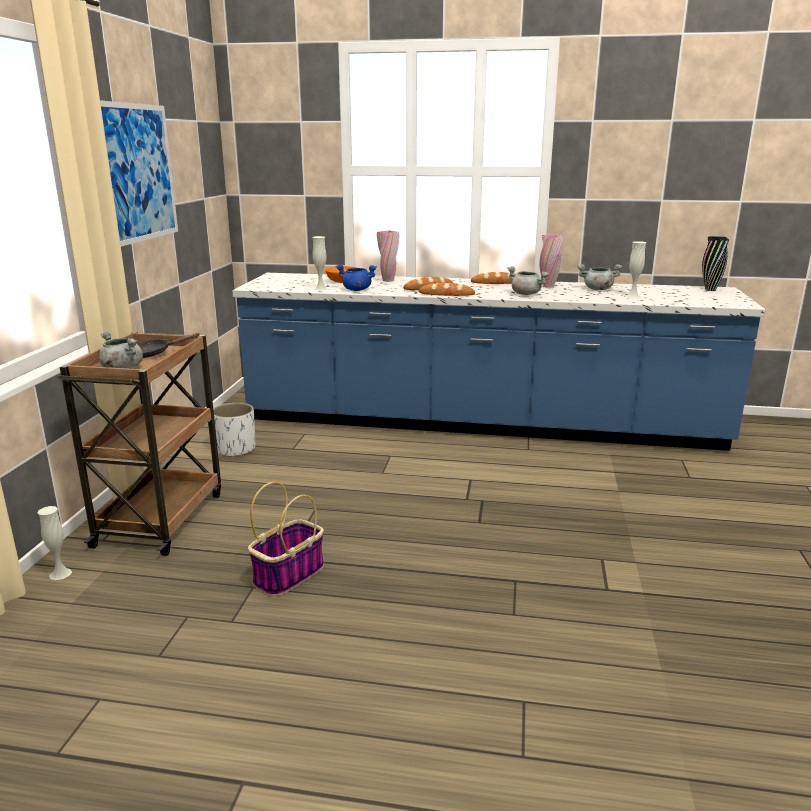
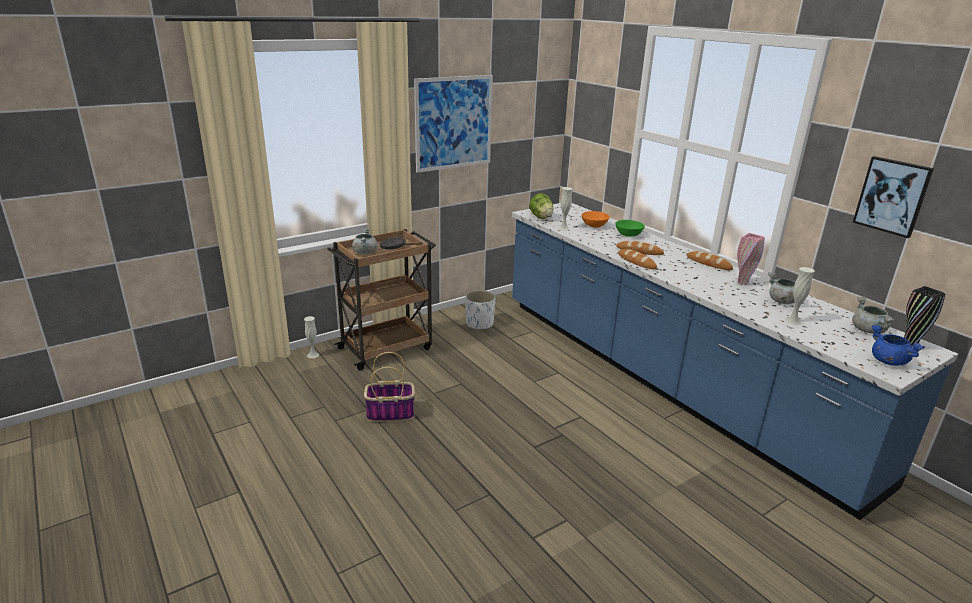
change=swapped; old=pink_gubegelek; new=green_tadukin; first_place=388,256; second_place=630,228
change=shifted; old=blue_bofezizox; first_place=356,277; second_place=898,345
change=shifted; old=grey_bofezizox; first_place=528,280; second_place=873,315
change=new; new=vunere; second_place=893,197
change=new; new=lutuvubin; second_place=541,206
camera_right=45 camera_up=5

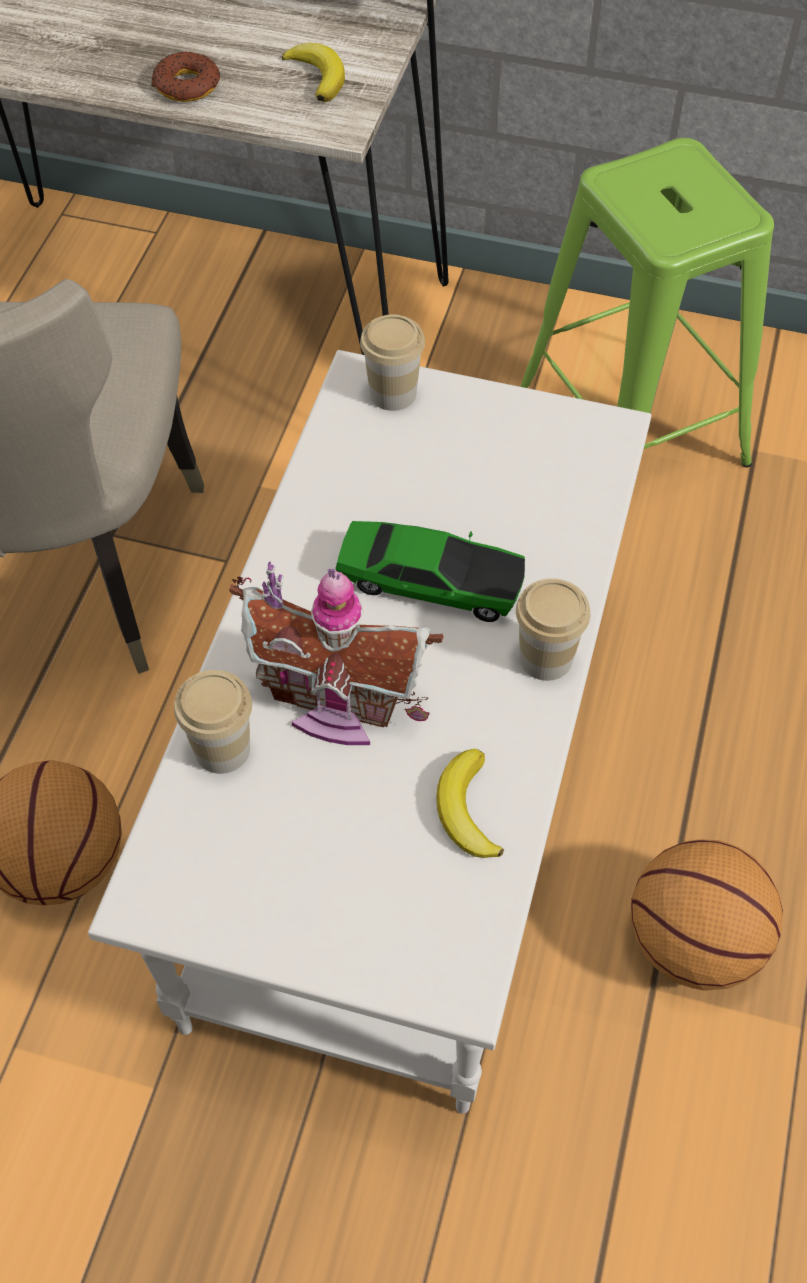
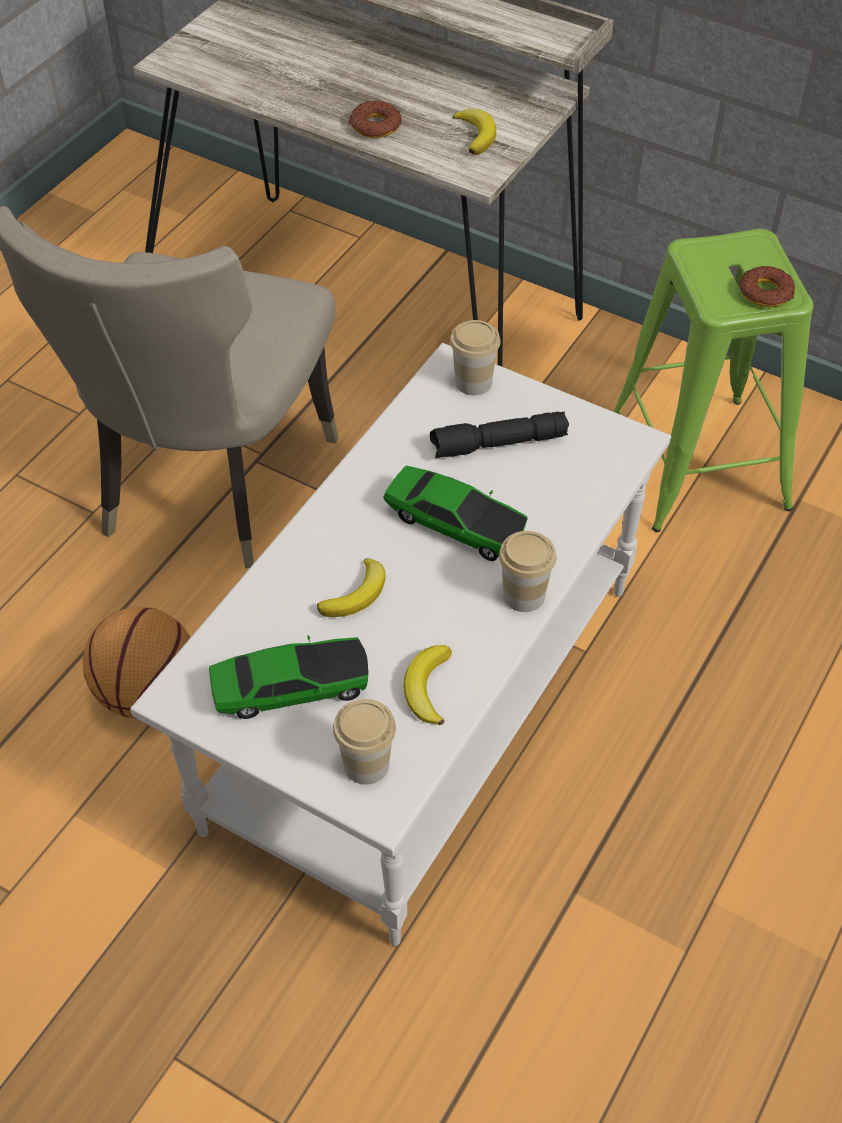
change=swapped; old=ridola; new=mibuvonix; first_place=336,653; second_place=351,587
change=shifted; old=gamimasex; first_place=213,722; second_place=364,742
change=gone; old=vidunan; first_place=707,915
change=new; new=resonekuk; second_place=767,286
change=new; new=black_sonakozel; second_place=499,434
change=new; new=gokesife; second_place=289,677
camera_right=15 camera_up=-5

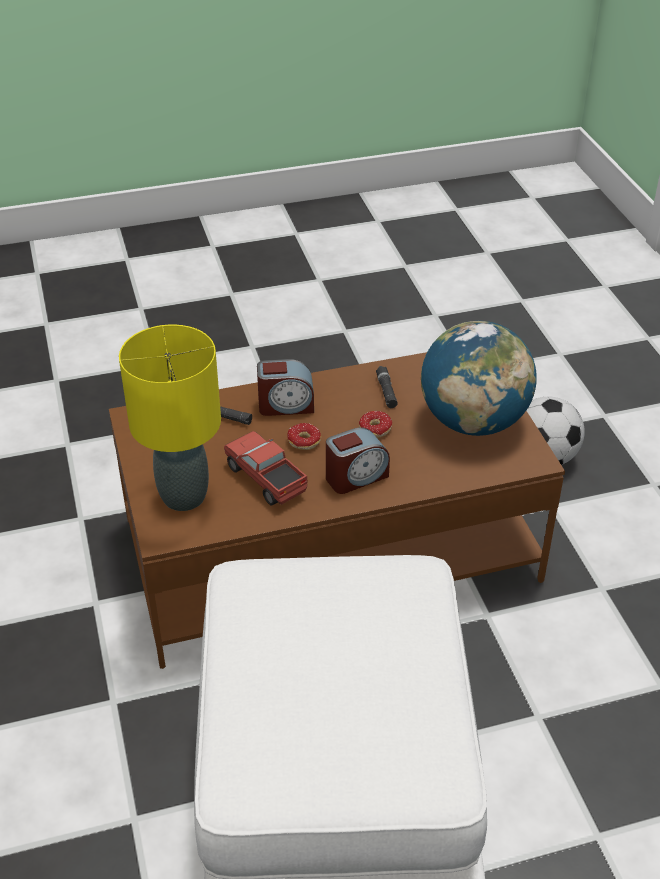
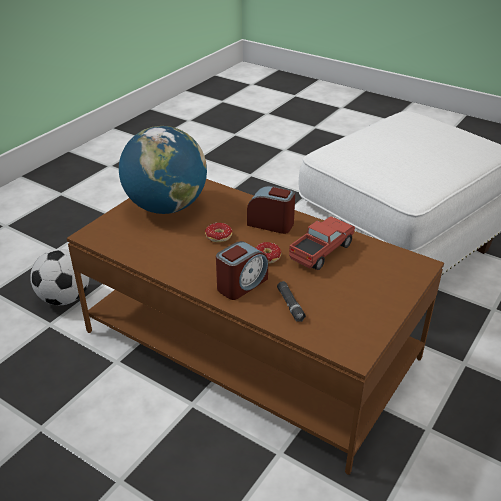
change=gone; old=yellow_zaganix; first_place=170,418
change=rotated; old=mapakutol; first_place=285,387; second_place=242,270; degrees=90
change=gone; old=black_sonakozel; first_place=386,387
change=rotated; old=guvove; first_place=266,468; second_place=322,243; degrees=-150
camera_right=-130 camera_up=-5

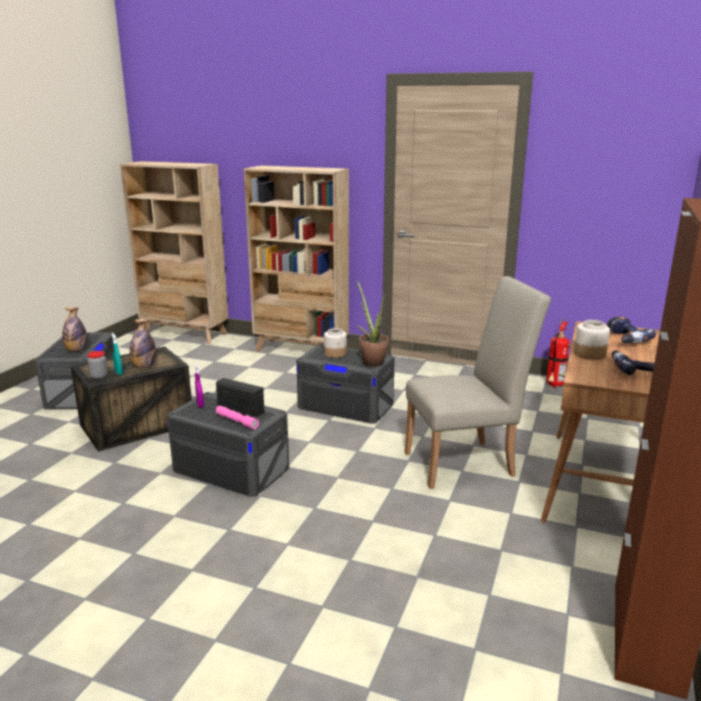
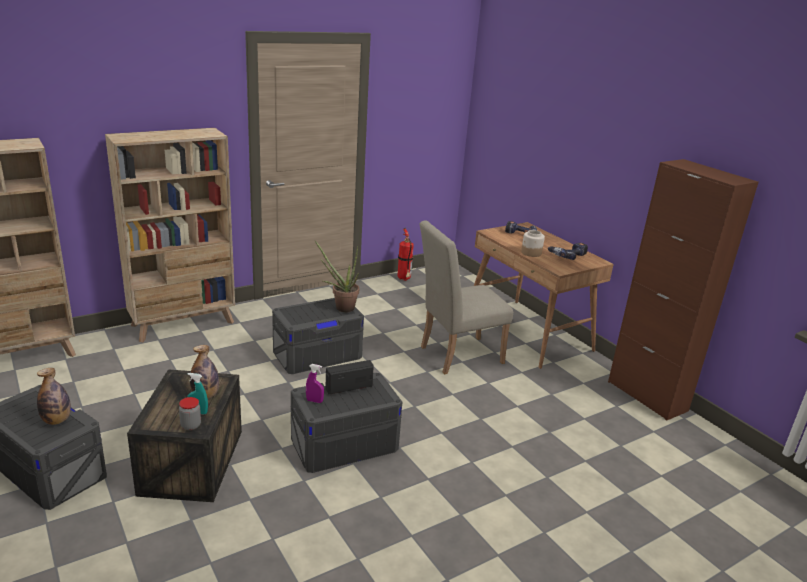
change=rotated; old=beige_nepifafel; first_place=478,382; second_place=466,297; degrees=-135
change=gone; old=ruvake; first_place=335,343
change=gone; old=pink_sonakozel; first_place=237,418
camera_right=-55 camera_up=5

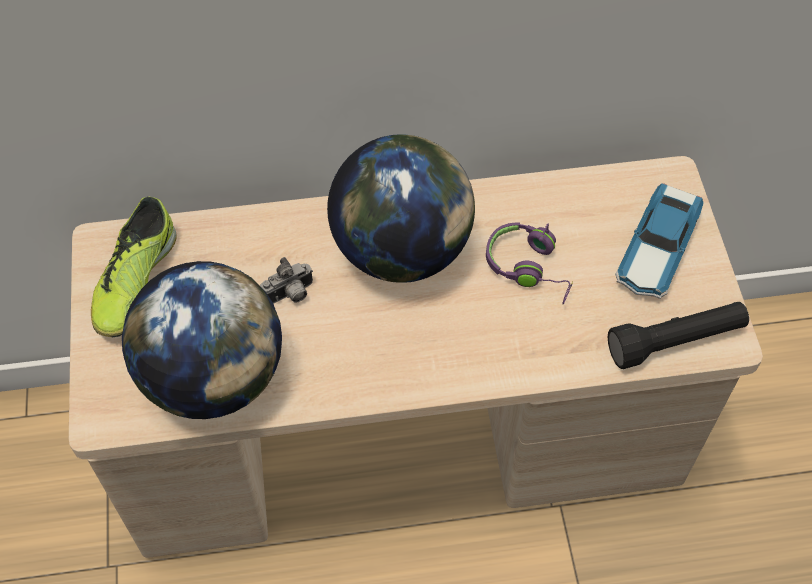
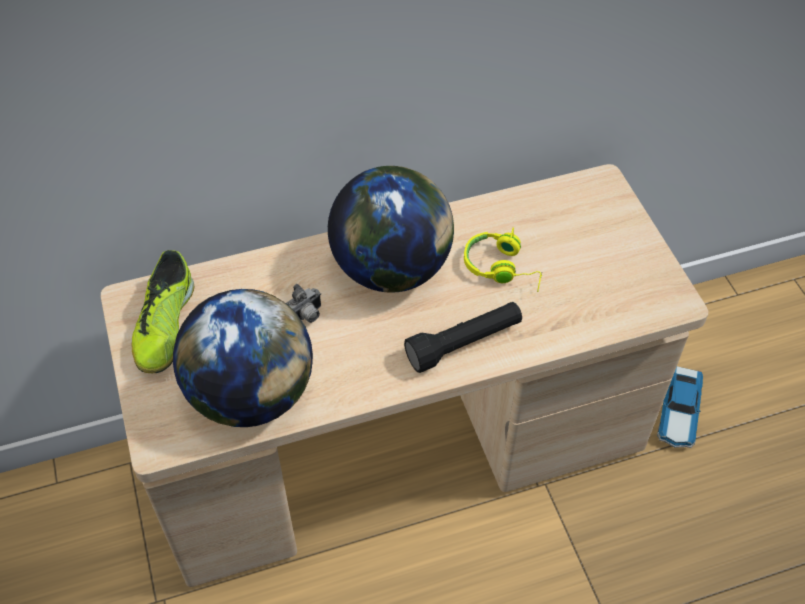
change=shifted; old=gokesife; first_place=660,241; second_place=680,407
change=repainted; old=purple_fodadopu; new=yellow_fodadopu; first_place=529,263; second_place=503,259
change=shifted; old=black_sonakozel; first_place=678,335; second_place=463,337
camera_right=-10 camera_up=-5

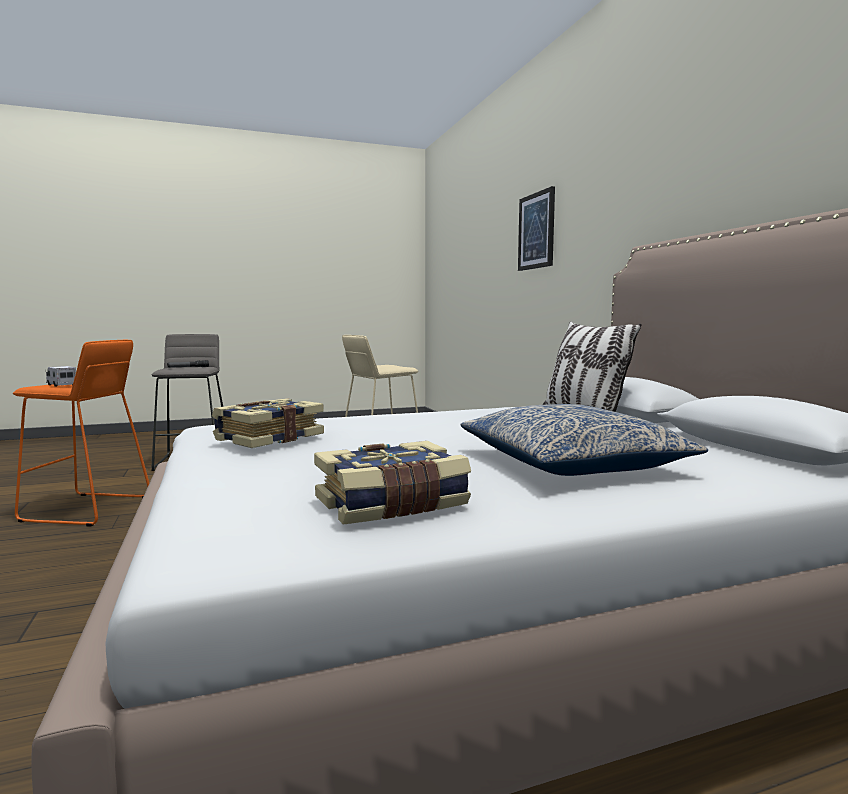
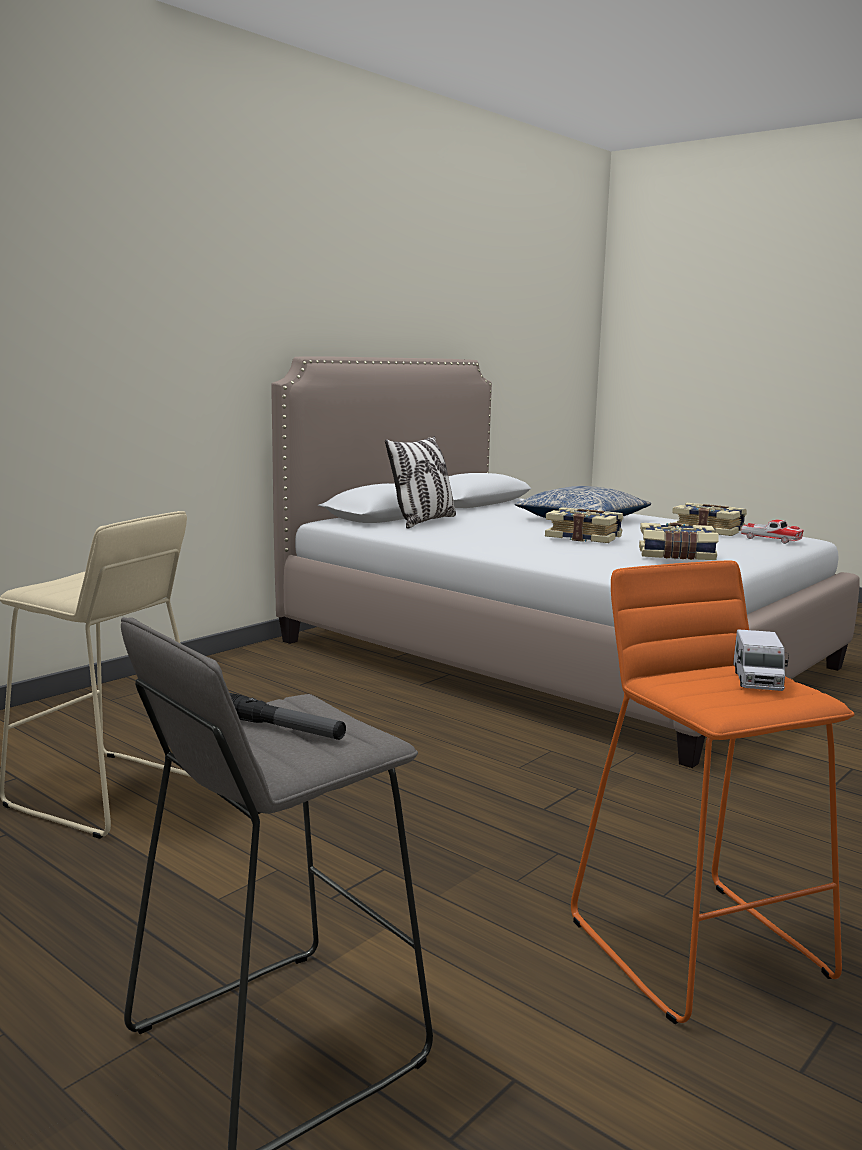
change=gone; old=vunere; first_place=536,228
change=new; new=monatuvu; second_place=584,525
change=new; new=gokesife; second_place=772,532
camera_right=-120 camera_up=5

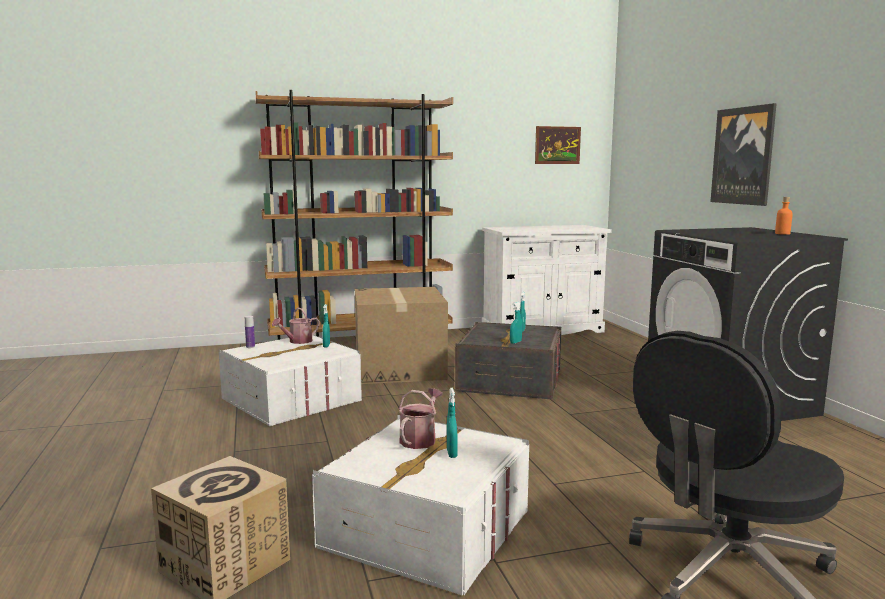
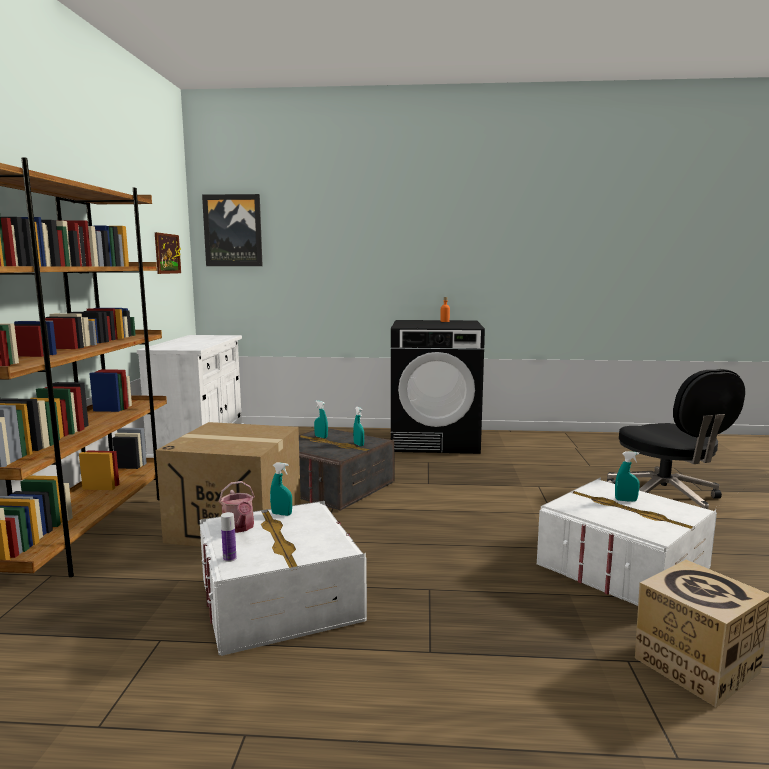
change=shifted; old=vunere; first_place=743,154; second_place=232,230
change=gone; old=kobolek; first_place=421,418
camera_right=-70 camera_up=0

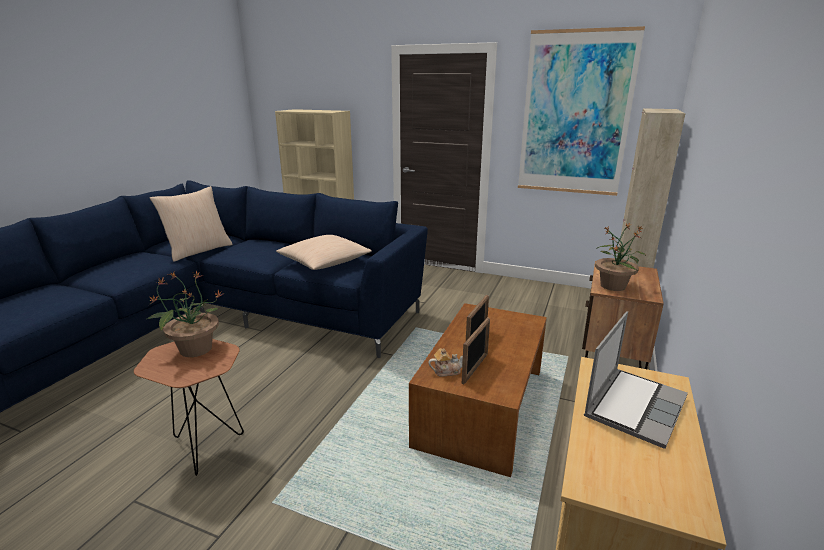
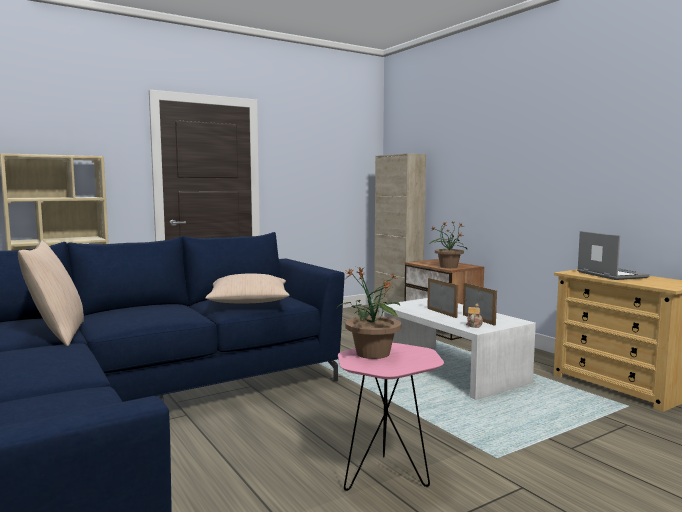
change=gone; old=vunere; first_place=581,111
change=repainted; old=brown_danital; new=white_danital; first_place=478,390; second_place=457,349
change=repainted; old=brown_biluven; new=pink_biluven; first_place=189,407; second_place=391,417
camera_right=-55 camera_up=-15

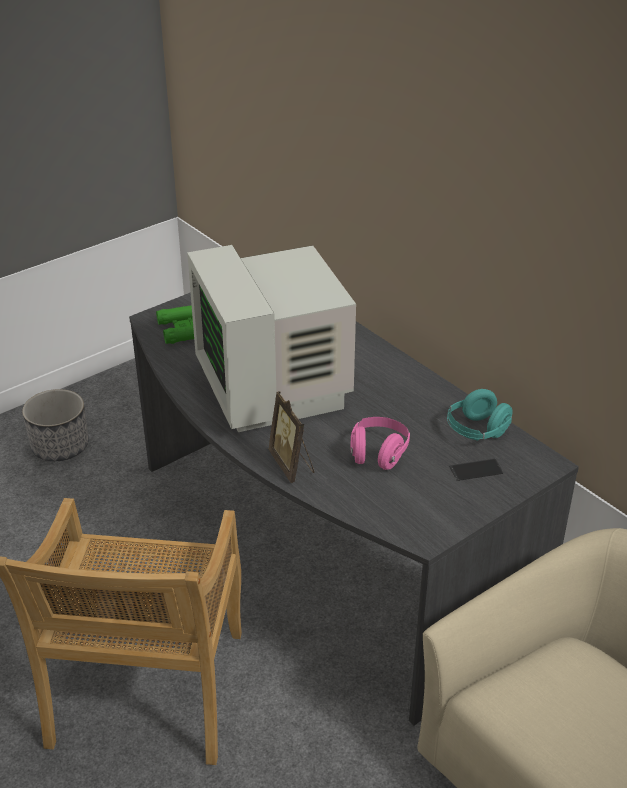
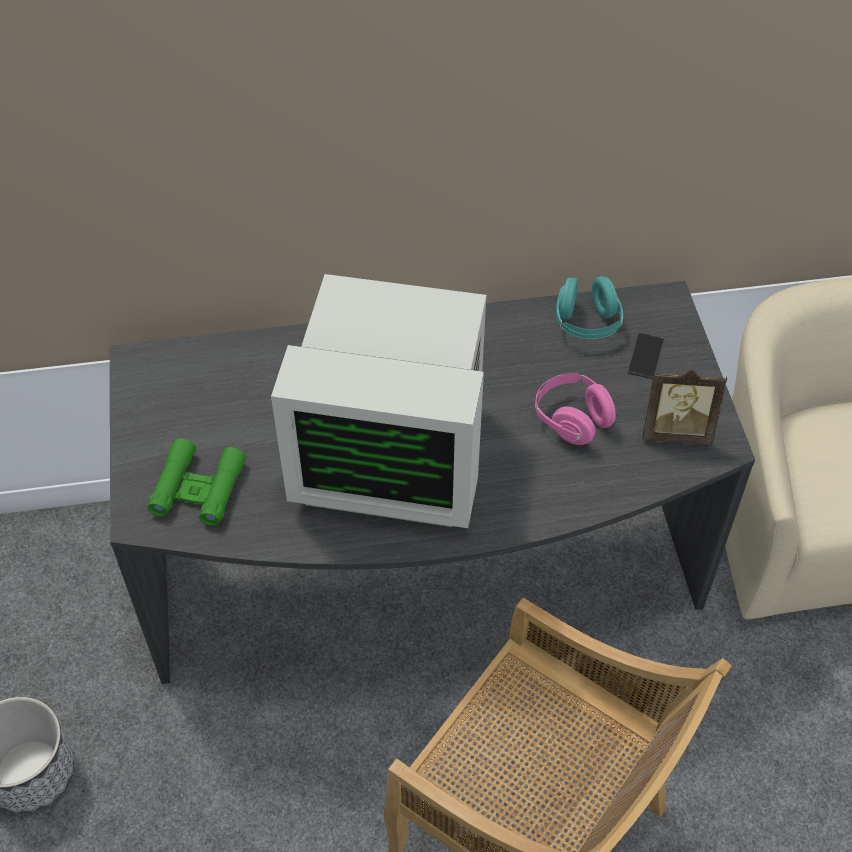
change=shifted; old=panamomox; first_place=291,437; second_place=685,406
camera_right=-60 camera_up=15

